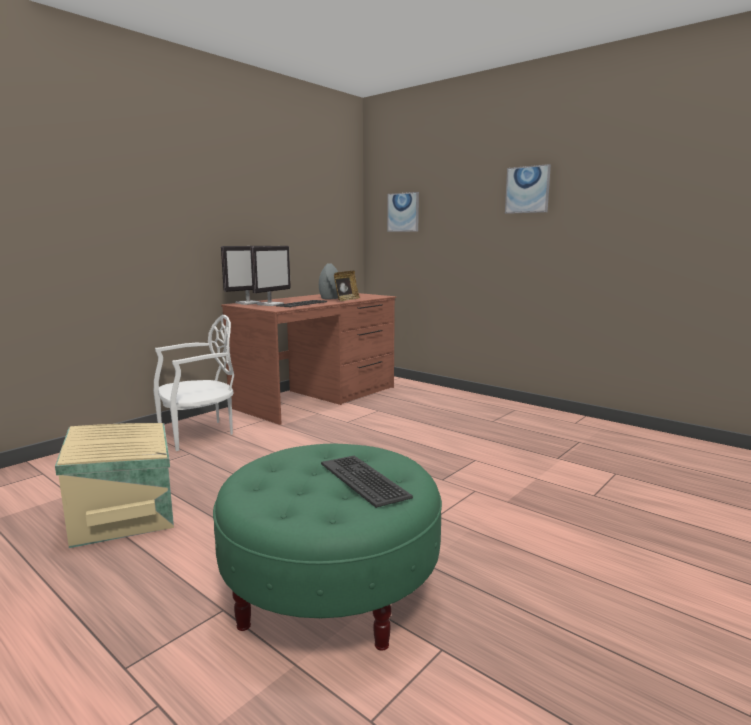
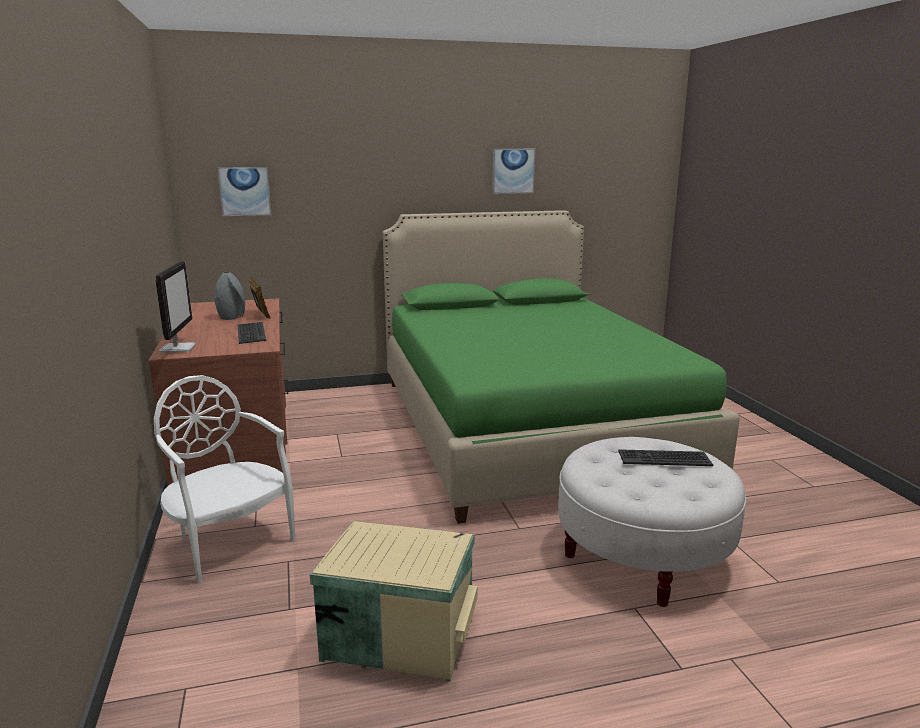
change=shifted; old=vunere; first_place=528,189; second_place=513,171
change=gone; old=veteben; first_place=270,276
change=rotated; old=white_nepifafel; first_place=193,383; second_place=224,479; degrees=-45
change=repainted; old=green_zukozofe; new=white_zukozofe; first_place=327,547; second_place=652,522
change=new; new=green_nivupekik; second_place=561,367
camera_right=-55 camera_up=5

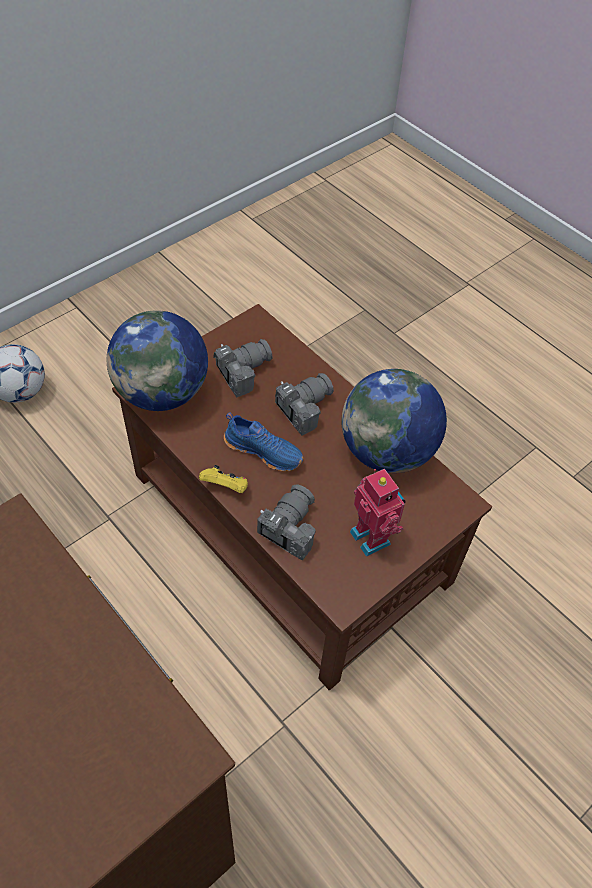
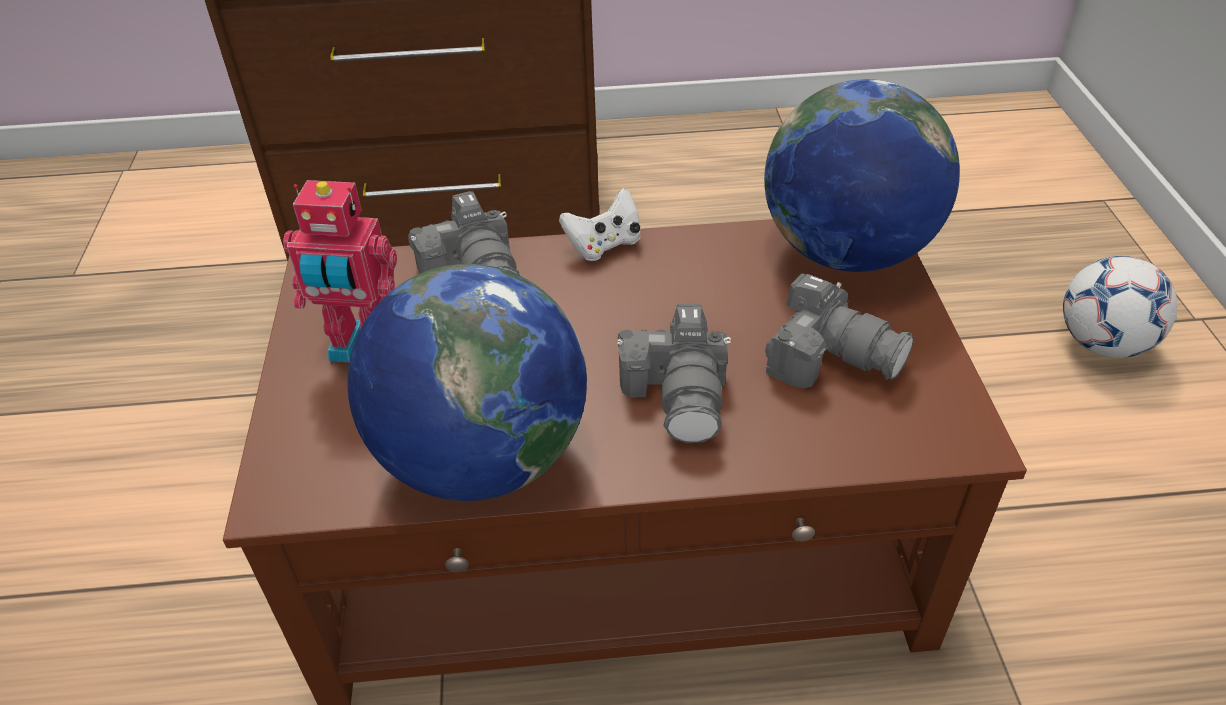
change=rotated; old=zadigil; first_place=243,368; second_place=840,330; degrees=-60
change=gone; old=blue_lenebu; first_place=263,441
change=repainted; old=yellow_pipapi; new=white_pipapi; first_place=223,479; second_place=600,224
camera_right=130 camera_up=-10

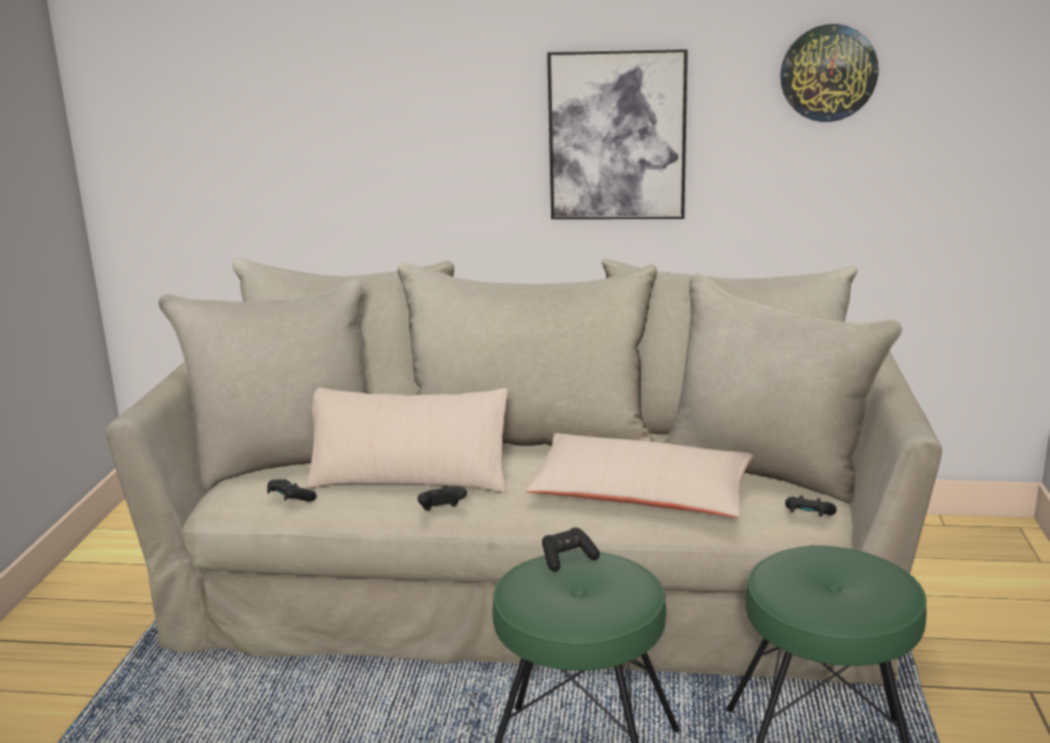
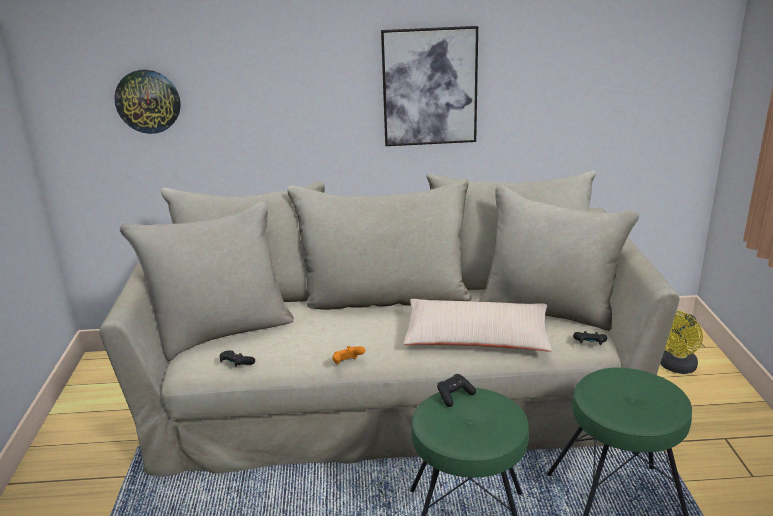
change=shifted; old=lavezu; first_place=829,73; second_place=147,102
change=gone; old=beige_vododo; first_place=407,440
change=repainted; old=black_pipapi; new=orange_pipapi; first_place=442,498; second_place=348,355
change=new; new=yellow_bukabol; second_place=681,342
camera_right=-10 camera_up=5

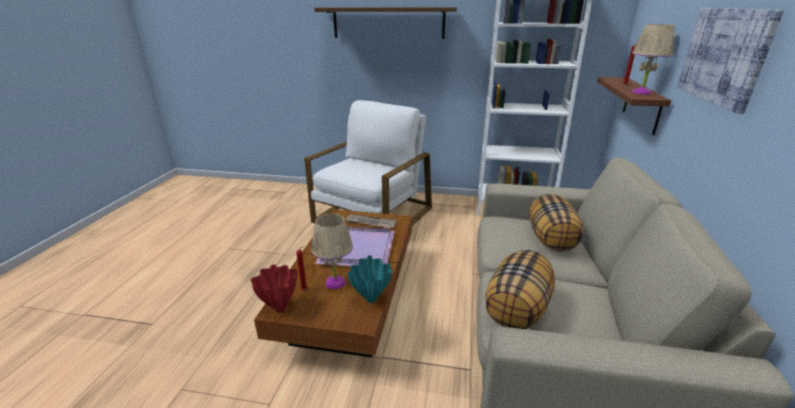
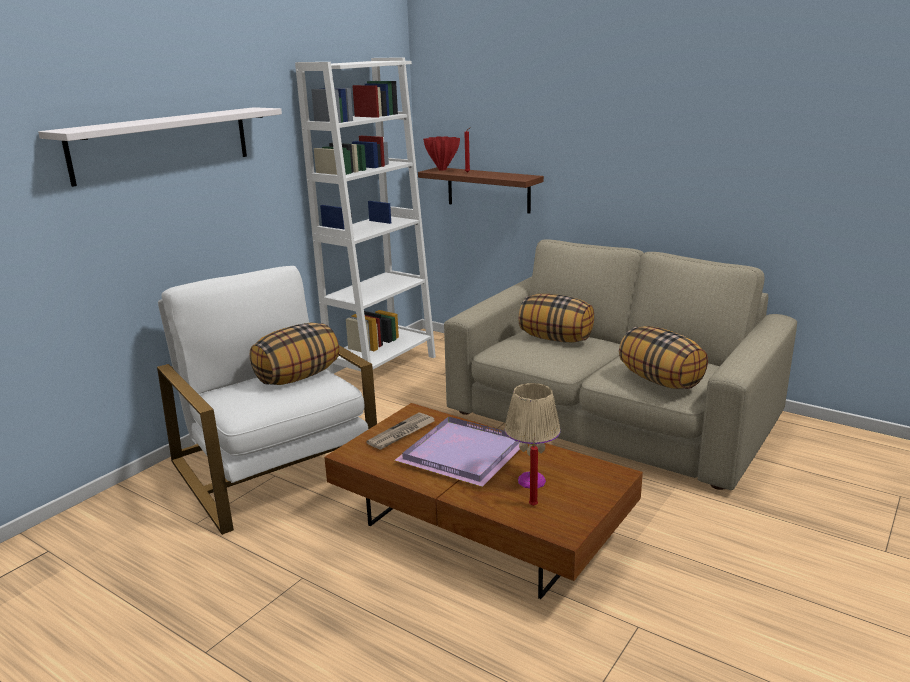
change=repainted; old=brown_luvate; new=white_luvate; first_place=385,23; second_place=160,147
change=gone; old=vunere; first_place=730,61
change=gone; old=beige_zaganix; first_place=653,59
change=gone; old=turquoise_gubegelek; first_place=369,279
change=shifted; old=red_gubegelek; first_place=274,288; second_place=441,153
change=new; new=vododo; second_place=294,353
camera_right=-65 camera_up=-5

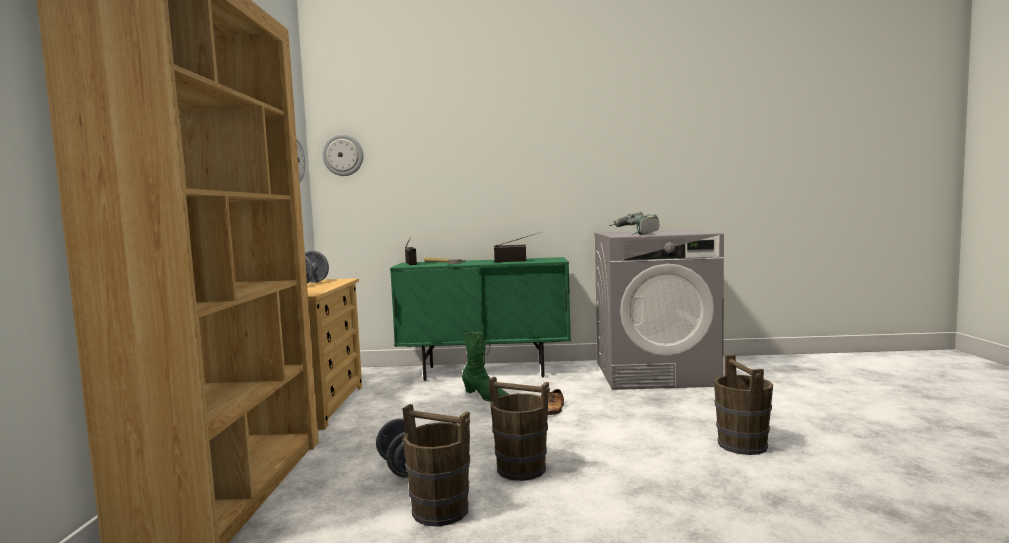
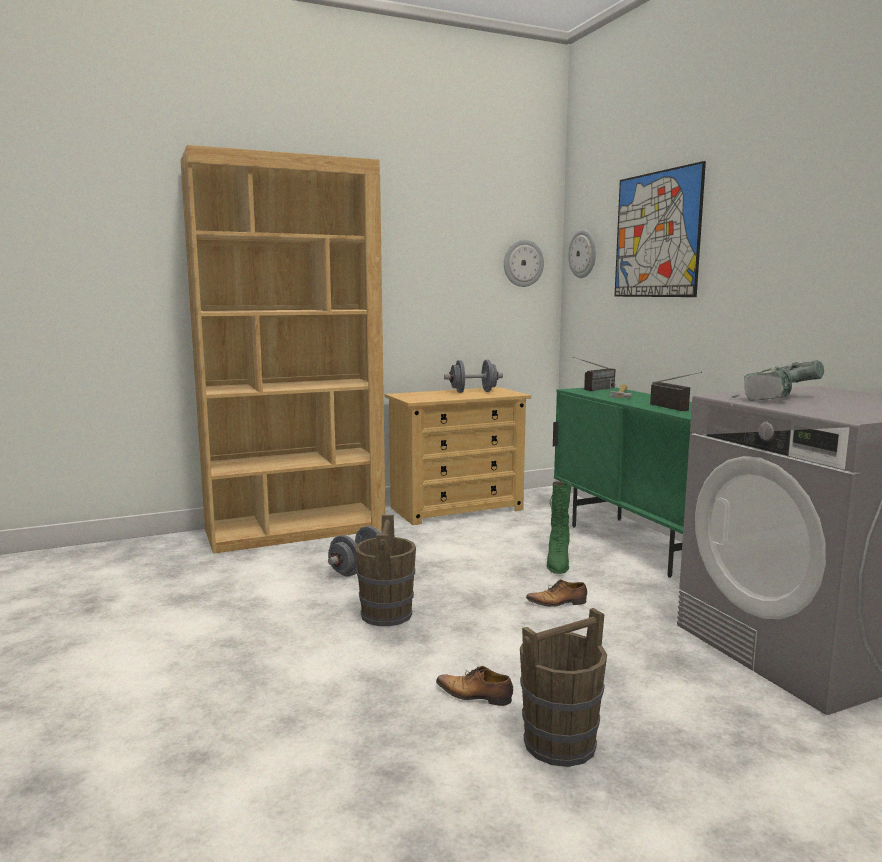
change=gone; old=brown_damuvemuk; first_place=436,465
change=new; new=vunere; second_place=660,229
change=new; new=lenebu; second_place=474,686
camera_right=65 camera_up=5

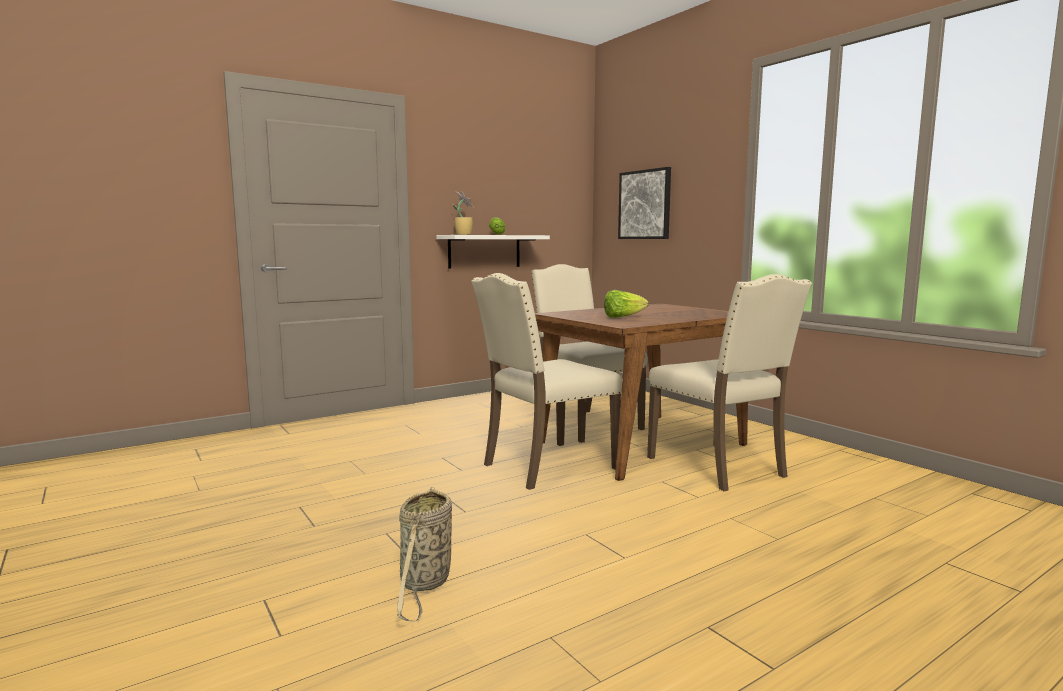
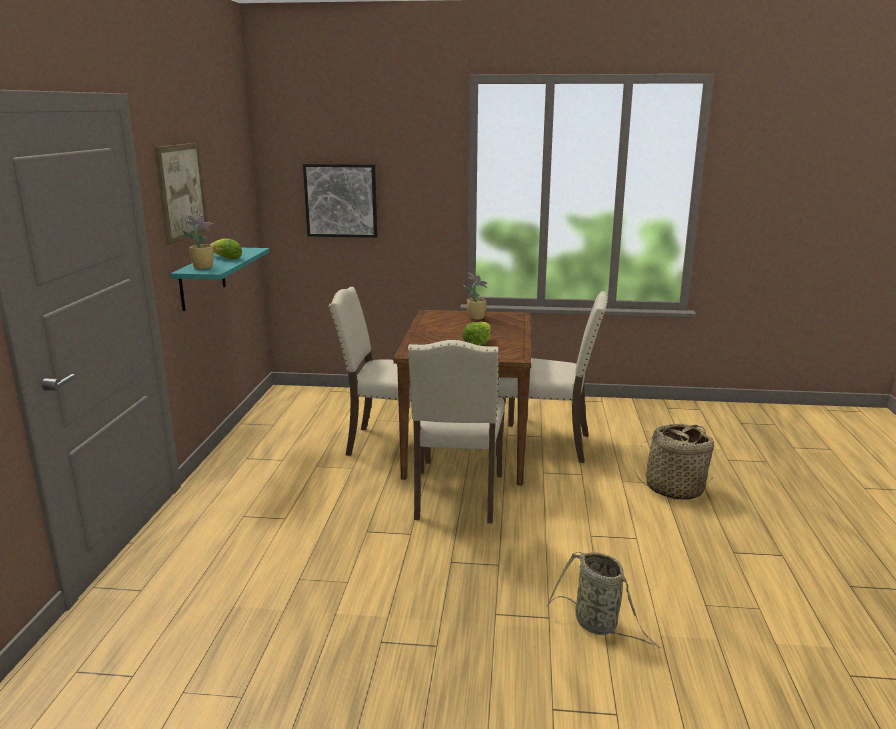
change=repainted; old=white_luvate; new=turquoise_luvate; first_place=493,252; second_place=219,279
change=new; new=vunere; second_place=181,194
change=new; new=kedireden; second_place=475,296
change=new; new=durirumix; second_place=674,462
camera_right=-50 camera_up=10

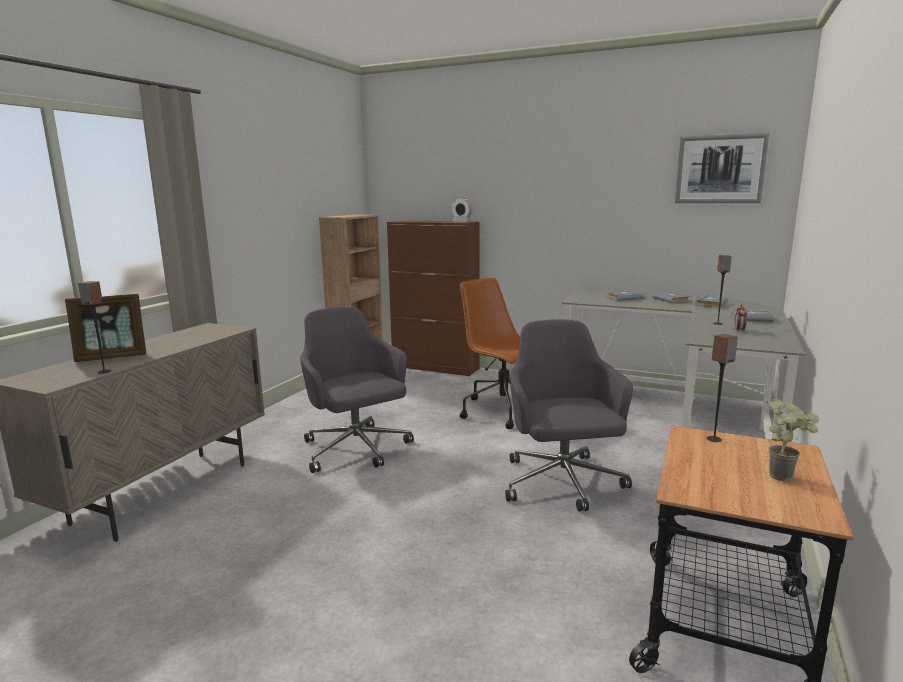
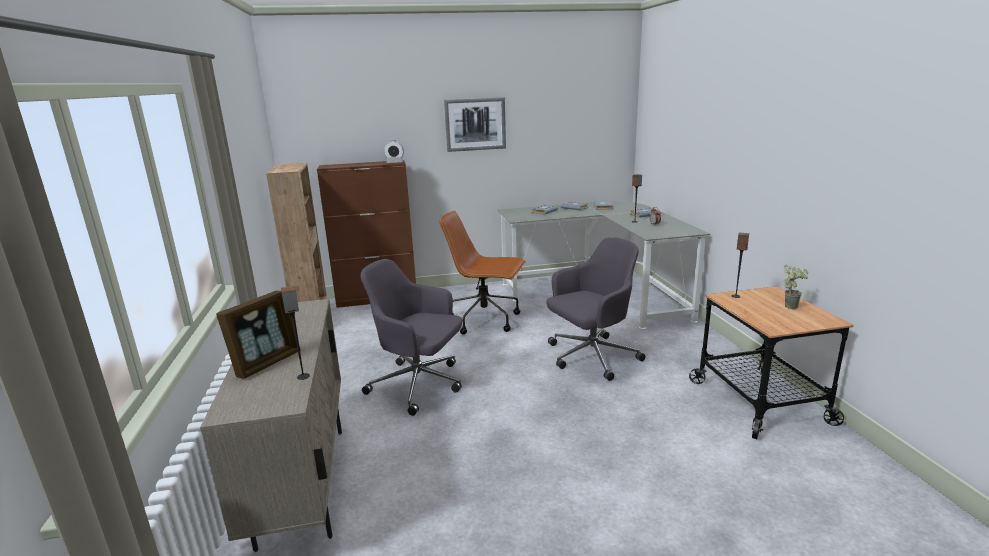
change=shifted; old=vunere; first_place=722,168; second_place=475,124
change=rotated; old=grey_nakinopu; first_place=569,415; second_place=596,309; degrees=105
camera_right=-35 camera_up=5

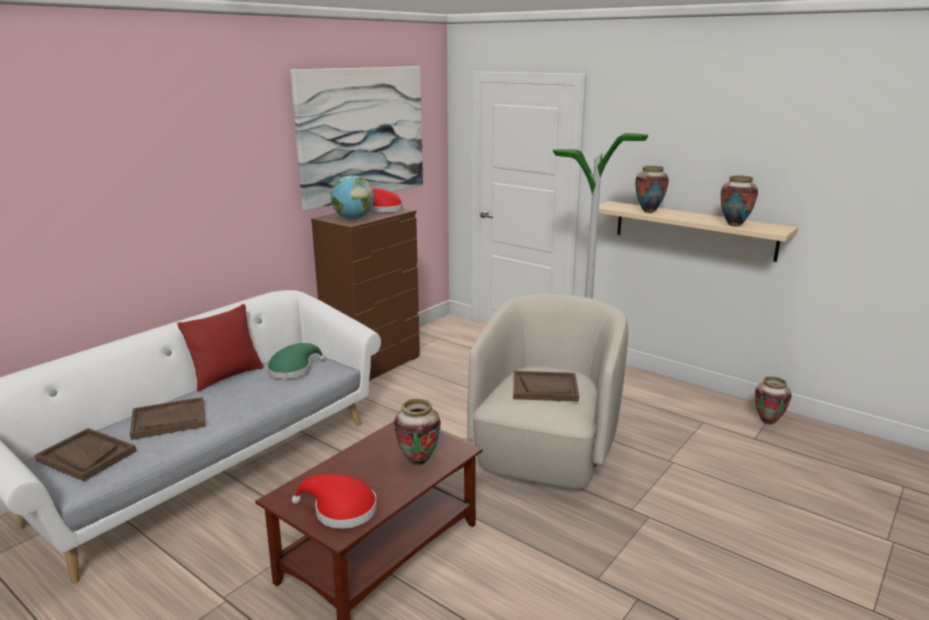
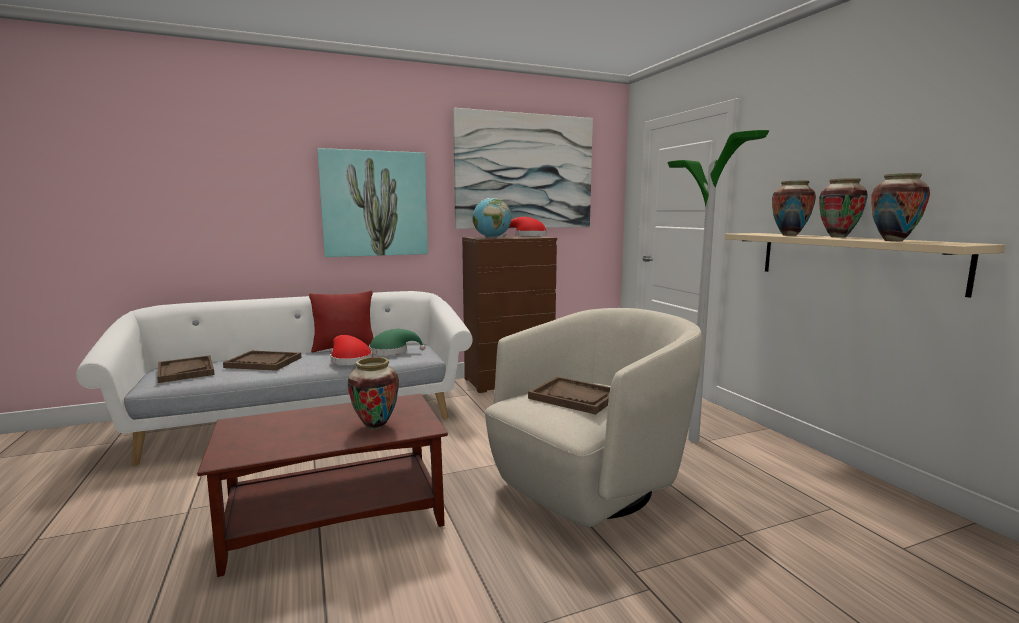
change=shifted; old=gubegelek; first_place=773,400; second_place=843,207
change=shifted; old=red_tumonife; first_place=334,501; second_place=351,350
change=new; new=vunere; second_place=372,202
camera_right=30 camera_up=-10

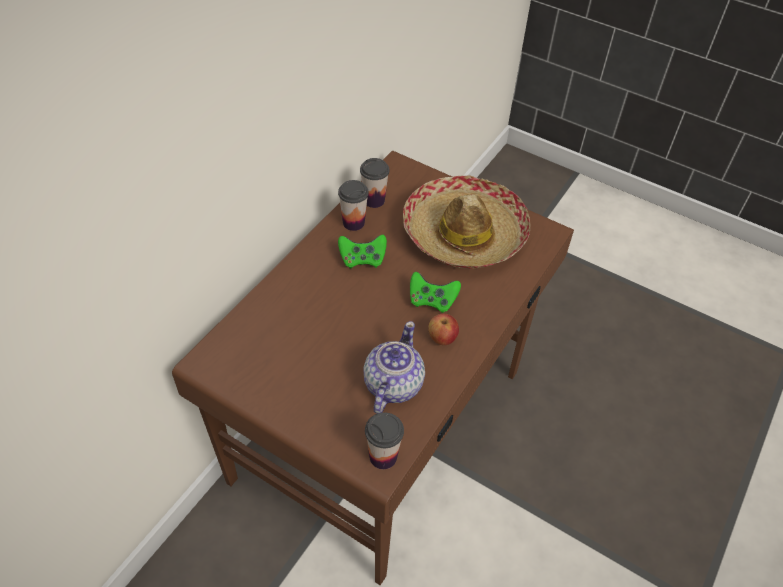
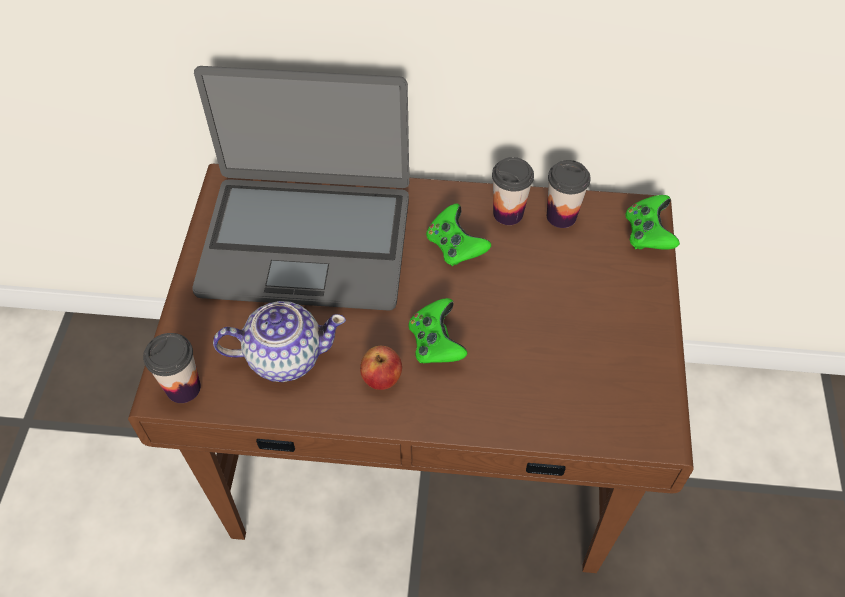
change=gone; old=tumonife; first_place=466,222
change=new; new=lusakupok; second_place=300,188
change=new; new=green_pipapi; second_place=652,222
camera_right=65 camera_up=5

